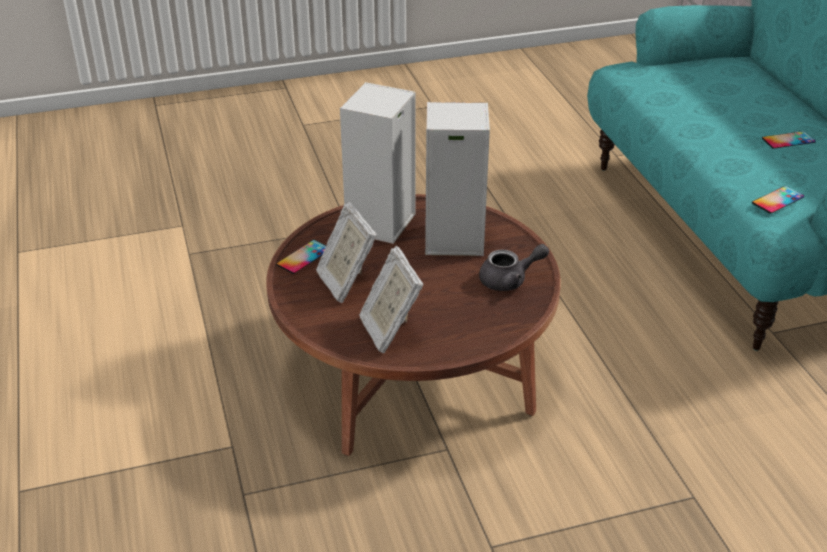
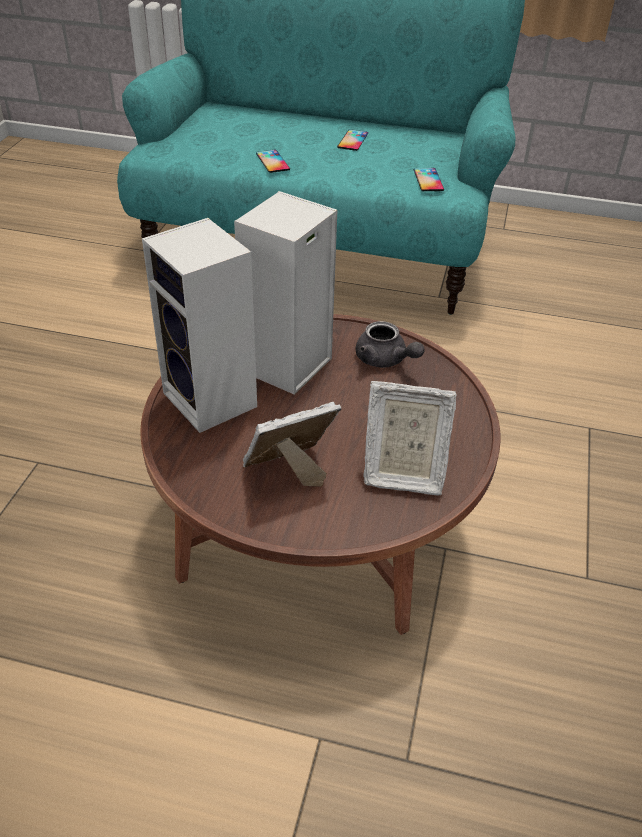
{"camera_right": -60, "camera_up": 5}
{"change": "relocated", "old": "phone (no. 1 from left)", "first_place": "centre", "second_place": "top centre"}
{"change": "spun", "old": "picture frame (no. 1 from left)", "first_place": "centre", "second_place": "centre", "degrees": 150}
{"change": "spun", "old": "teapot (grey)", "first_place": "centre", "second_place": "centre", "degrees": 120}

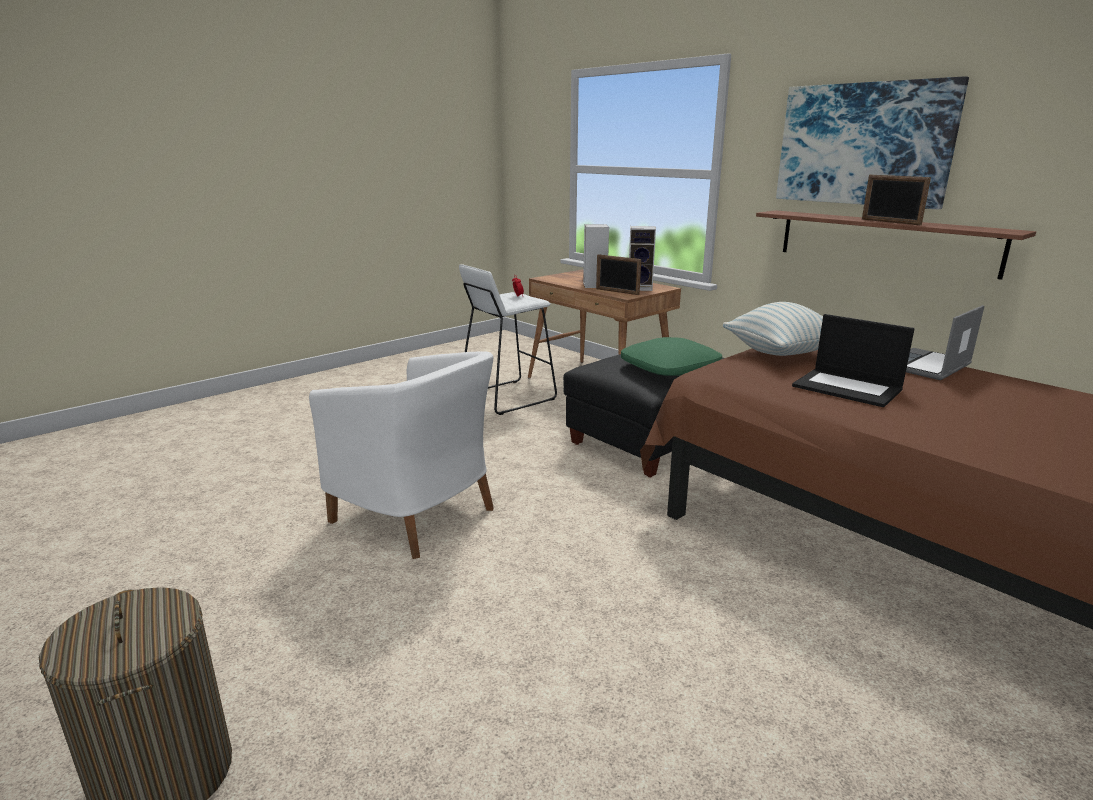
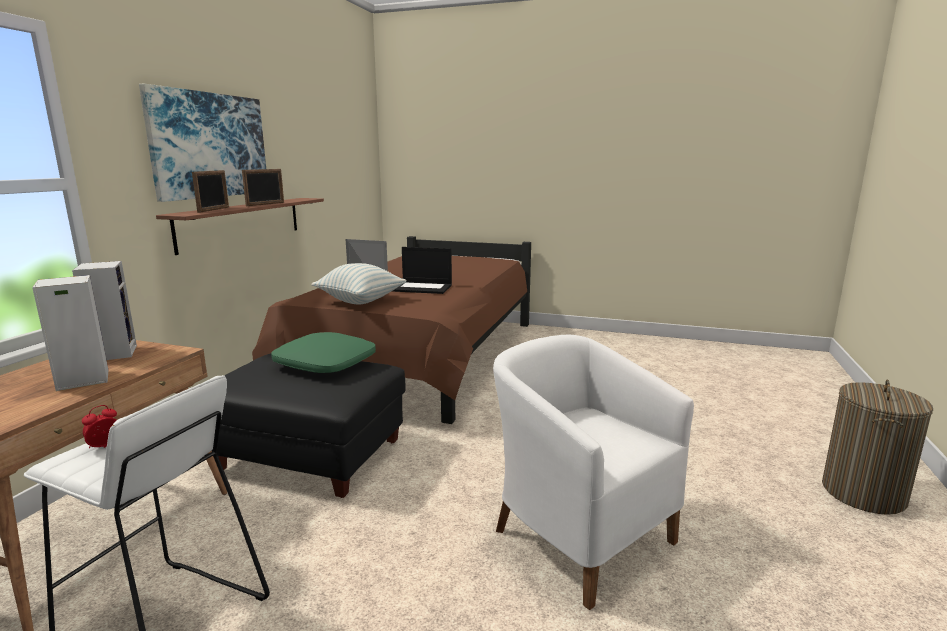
{"camera_right": -120, "camera_up": -5}
{"change": "relocated", "old": "picture frame (no. 1 from left)", "first_place": "centre", "second_place": "top left"}
{"change": "spun", "old": "armchair (white)", "first_place": "centre", "second_place": "bottom centre", "degrees": -45}
{"change": "spun", "old": "laptop (no. 1 from left in the first image)", "first_place": "middle right", "second_place": "centre", "degrees": 90}

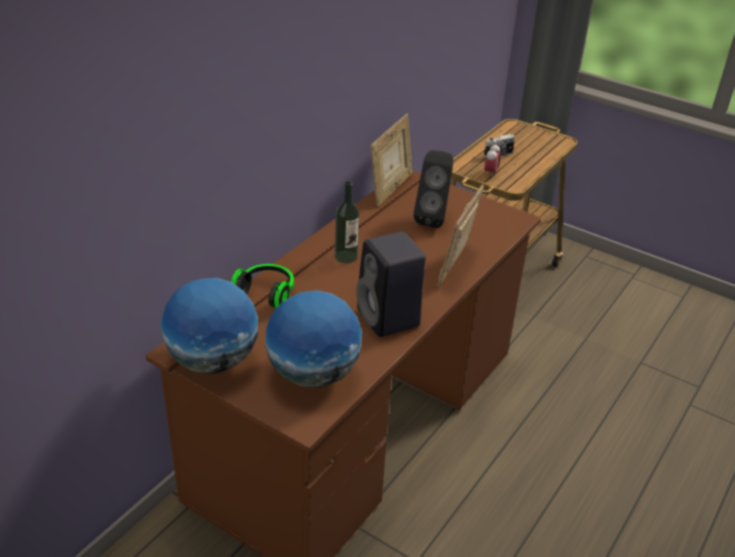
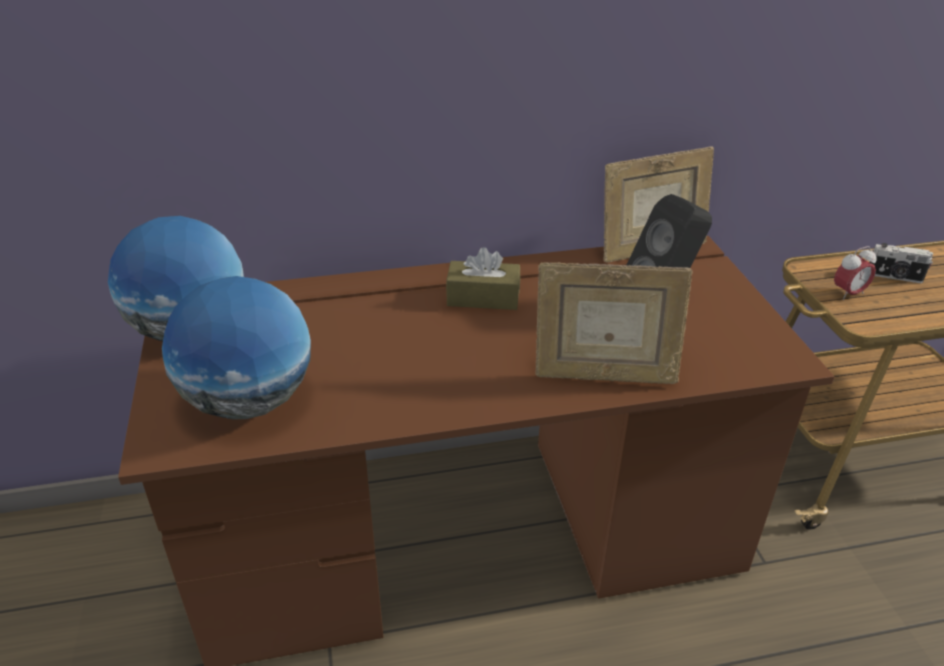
{"camera_right": 45, "camera_up": 0}
{"change": "missing", "old": "headphones", "first_place": "centre"}
{"change": "missing", "old": "speaker (black) (no. 1 from left)", "first_place": "centre"}
{"change": "exchanged", "old": "bottle", "new": "tissue box (brown)", "first_place": "centre", "second_place": "centre"}
{"change": "spun", "old": "picture frame (no. 2 from left in the first image)", "first_place": "centre", "second_place": "centre", "degrees": -150}

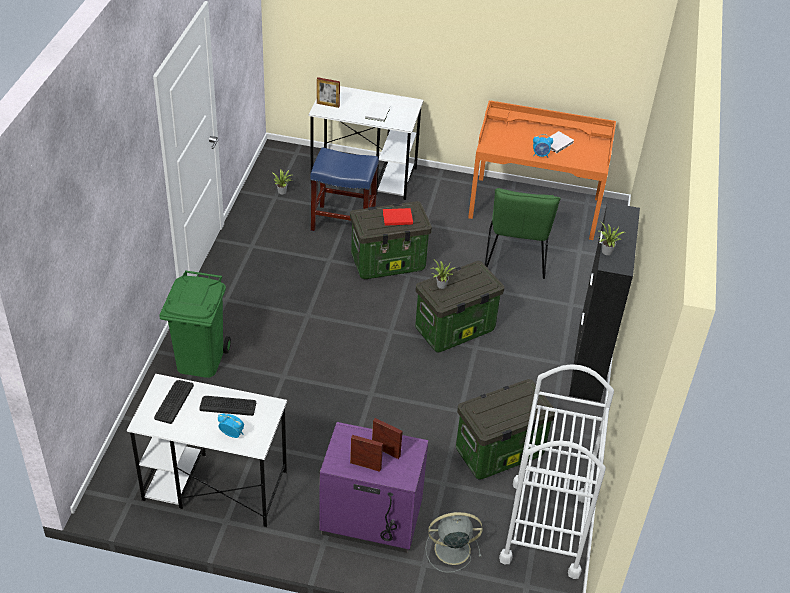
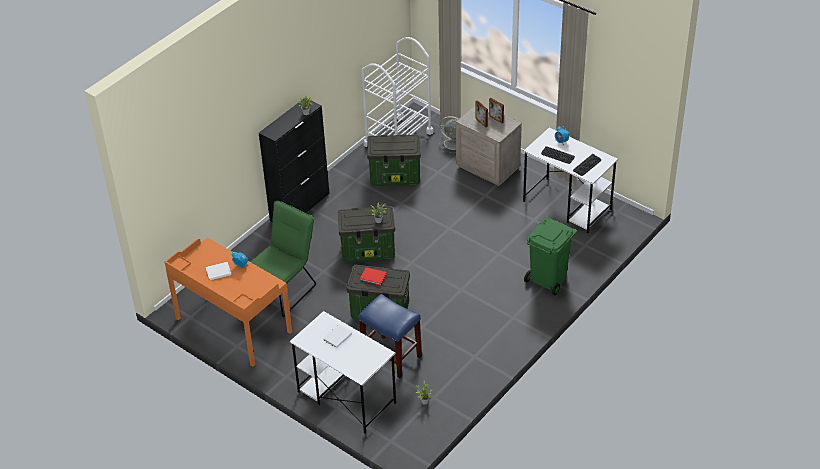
{"camera_right": -150, "camera_up": 0}
{"change": "missing", "old": "picture frame (no. 1 from left)", "first_place": "top centre"}
{"change": "colour", "old": "nightstand (purple)", "new": "nightstand (beige)", "first_place": "bottom centre", "second_place": "top centre"}

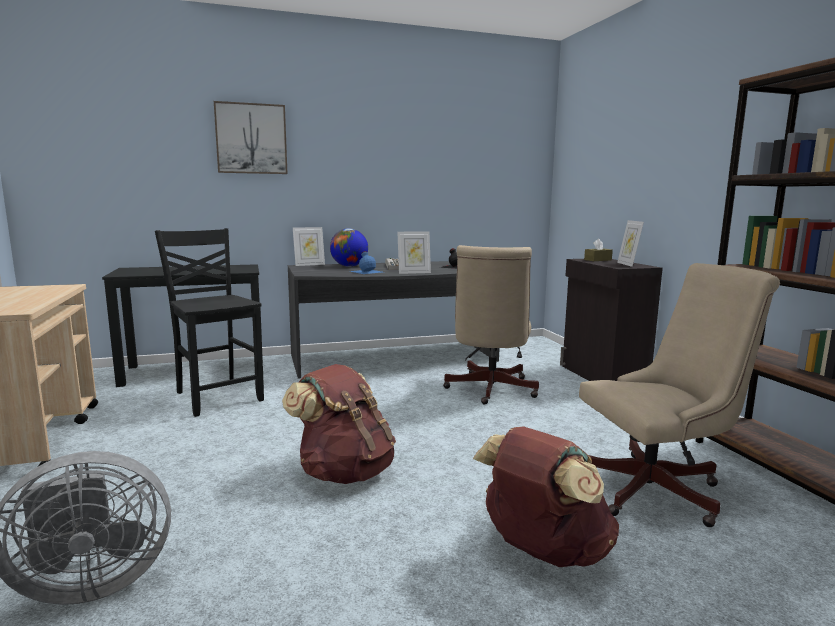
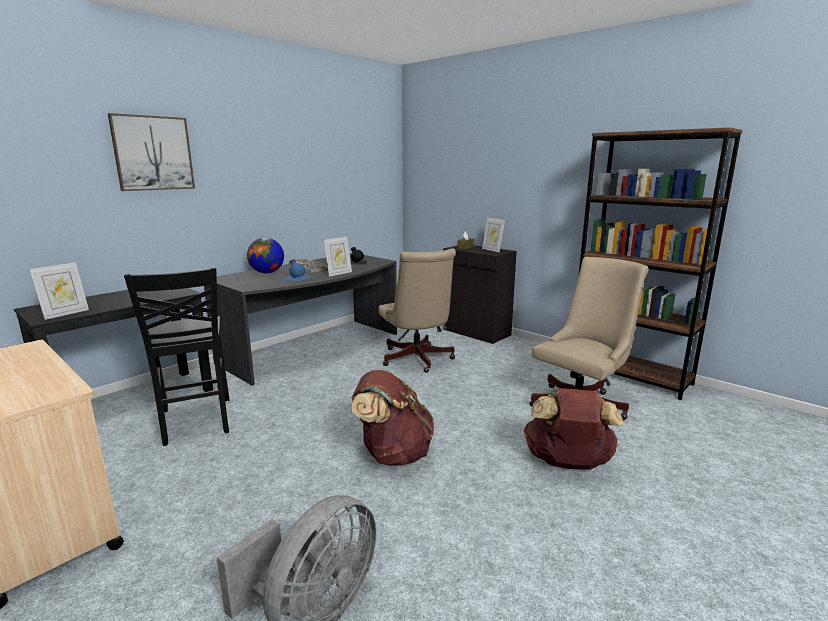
{"camera_right": -30, "camera_up": 5}
{"change": "relocated", "old": "picture frame (no. 1 from left)", "first_place": "centre", "second_place": "middle left"}
{"change": "spun", "old": "chair (black)", "first_place": "middle left", "second_place": "middle left", "degrees": -135}

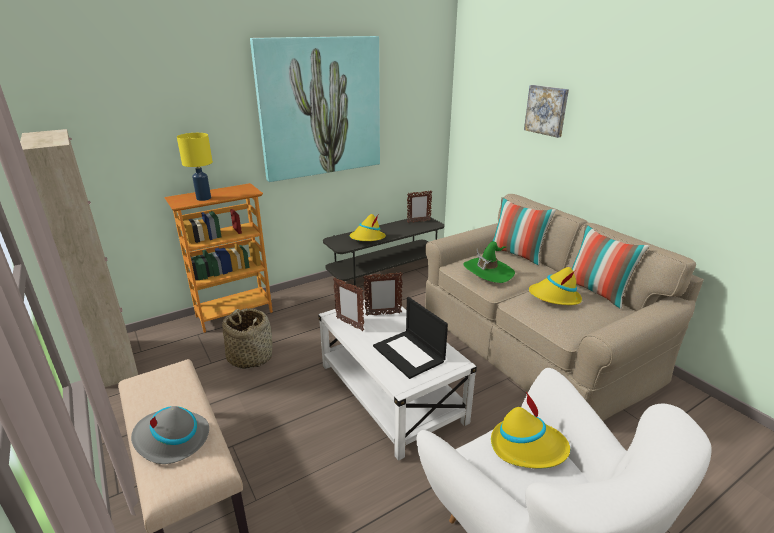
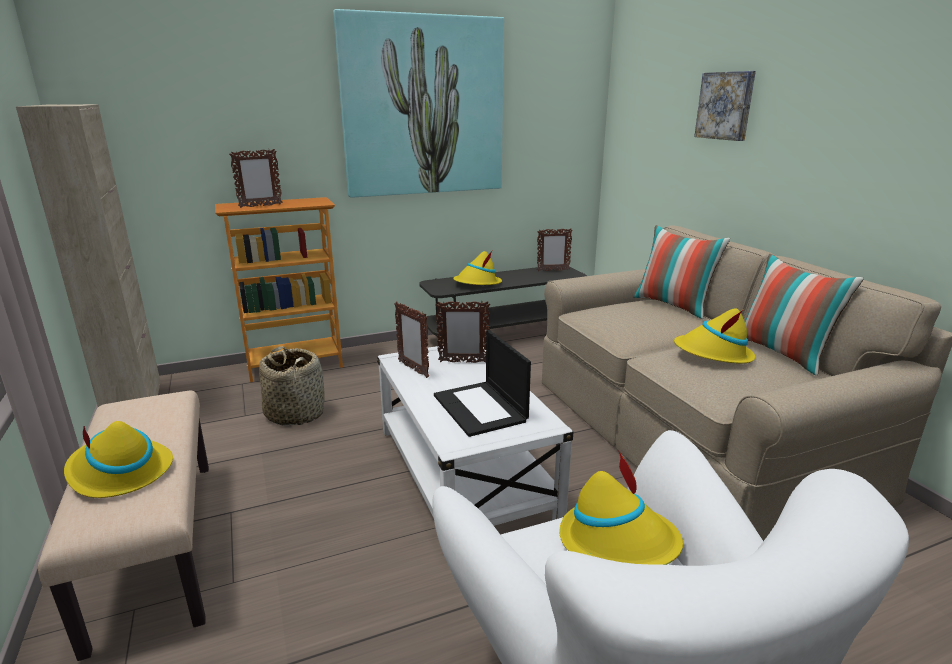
{"camera_right": 10, "camera_up": -5}
{"change": "missing", "old": "hat (green)", "first_place": "centre"}
{"change": "exchanged", "old": "table lamp (yellow)", "new": "picture frame (no. 1 from left)", "first_place": "top left", "second_place": "top left"}
{"change": "colour", "old": "hat (grey)", "new": "hat (yellow) (no. 1 from left)", "first_place": "bottom left", "second_place": "bottom left"}

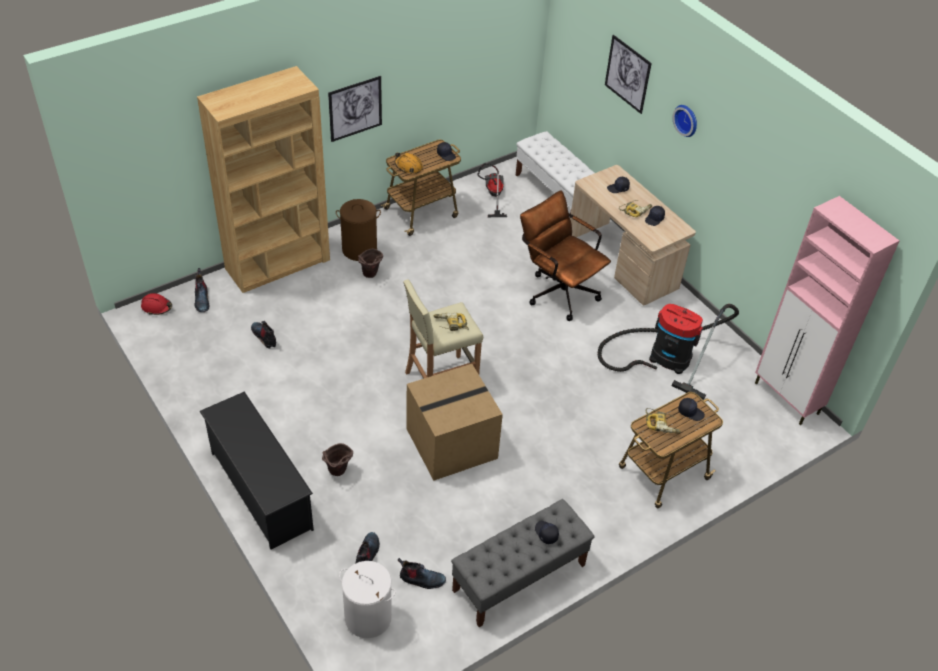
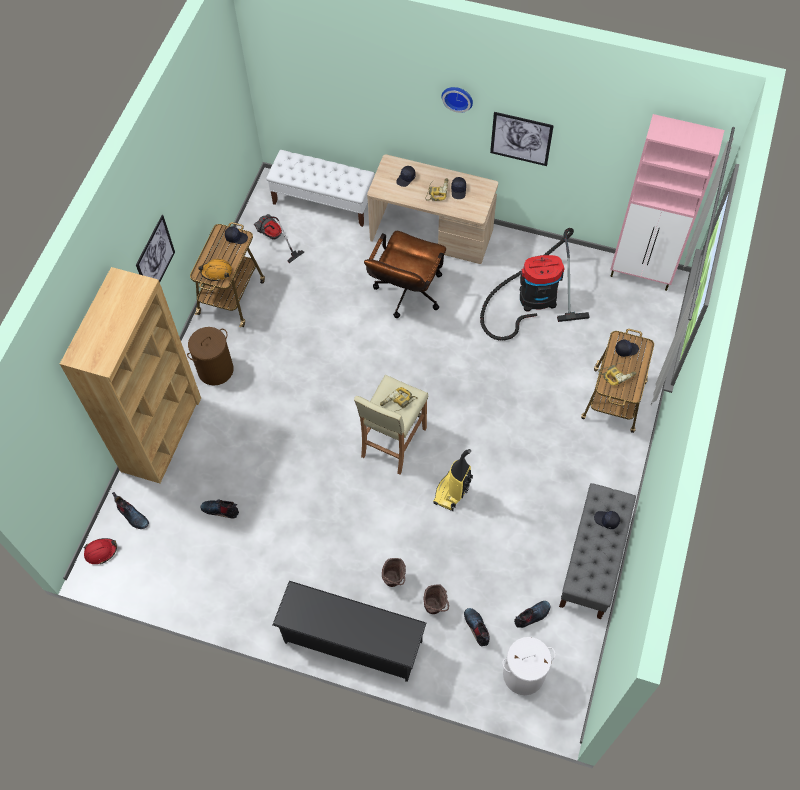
{"camera_right": -35, "camera_up": 15}
{"change": "relocated", "old": "bucket (brown) (no. 2 from left)", "first_place": "centre", "second_place": "bottom centre"}
{"change": "relocated", "old": "picture (no. 2 from left)", "first_place": "top right", "second_place": "top centre"}
{"change": "exchanged", "old": "cardboard box", "new": "vacuum cleaner (no. 2 from left)", "first_place": "centre", "second_place": "centre"}
{"change": "spun", "old": "office chair (brown)", "first_place": "centre", "second_place": "centre", "degrees": -75}

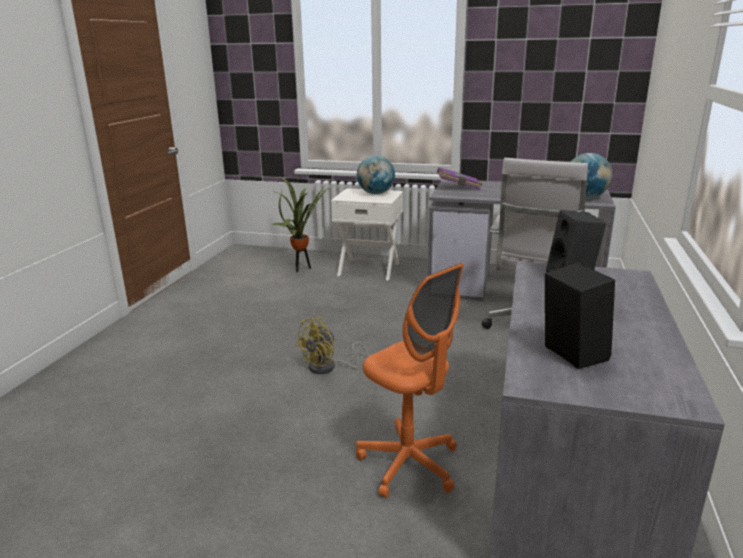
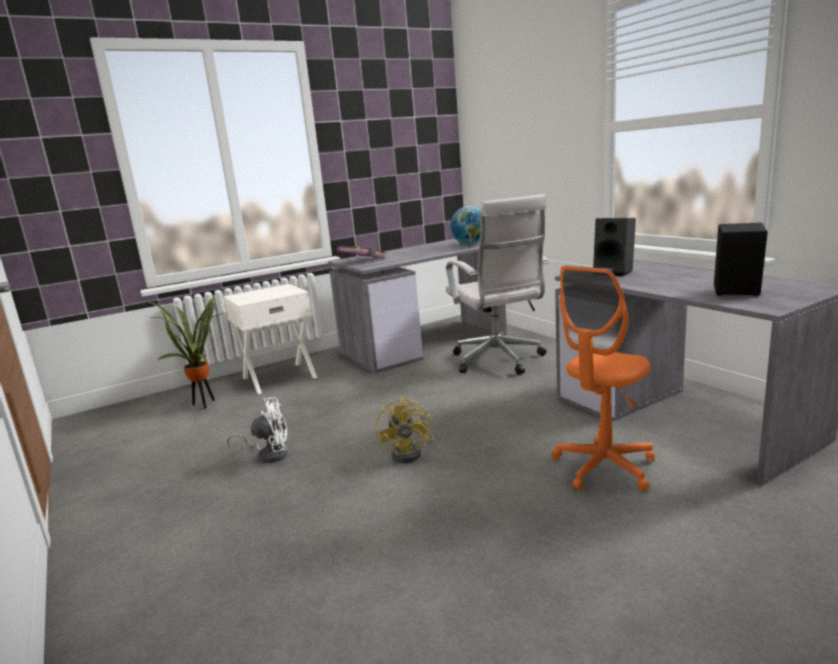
{"camera_right": -45, "camera_up": -5}
{"change": "missing", "old": "globe (no. 1 from left)", "first_place": "top centre"}
{"change": "appeared", "new": "fan (white)", "second_place": "middle left"}
{"change": "spun", "old": "office chair (orange)", "first_place": "bottom centre", "second_place": "middle right", "degrees": 135}

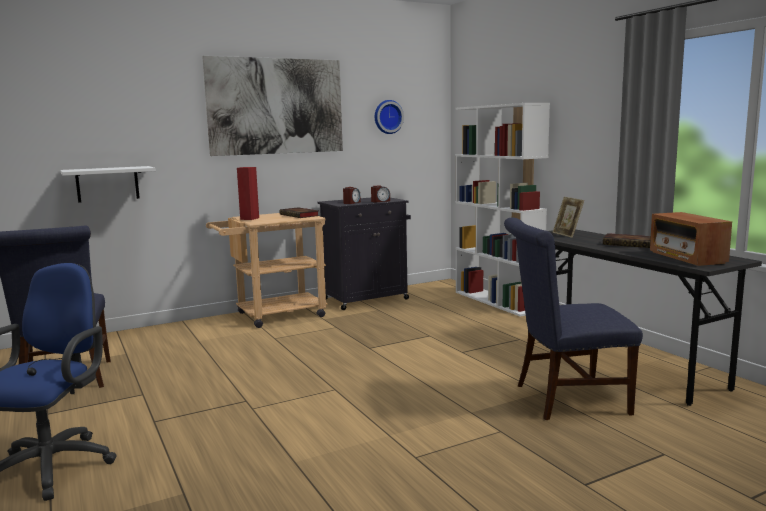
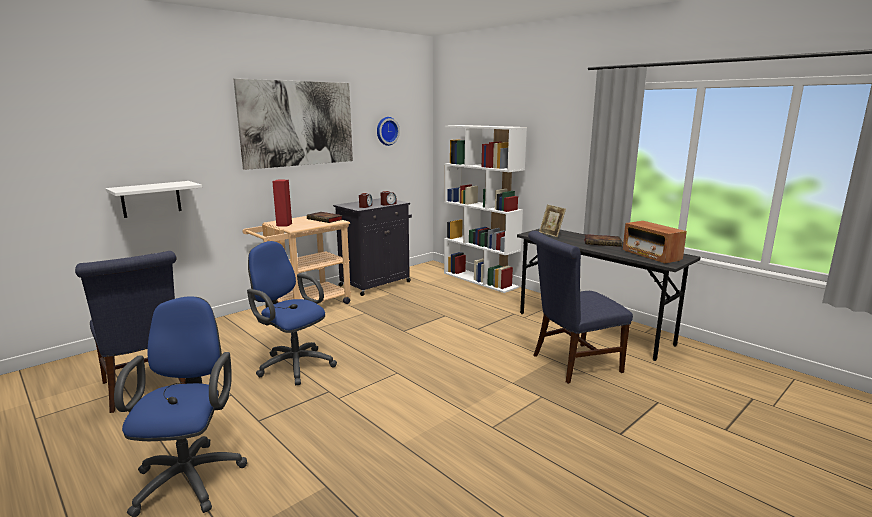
{"camera_right": -15, "camera_up": 5}
{"change": "appeared", "new": "office chair (blue) (no. 2 from left)", "second_place": "centre"}

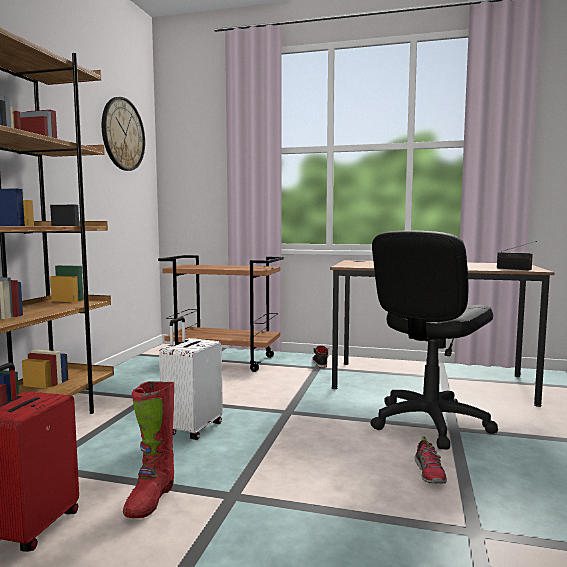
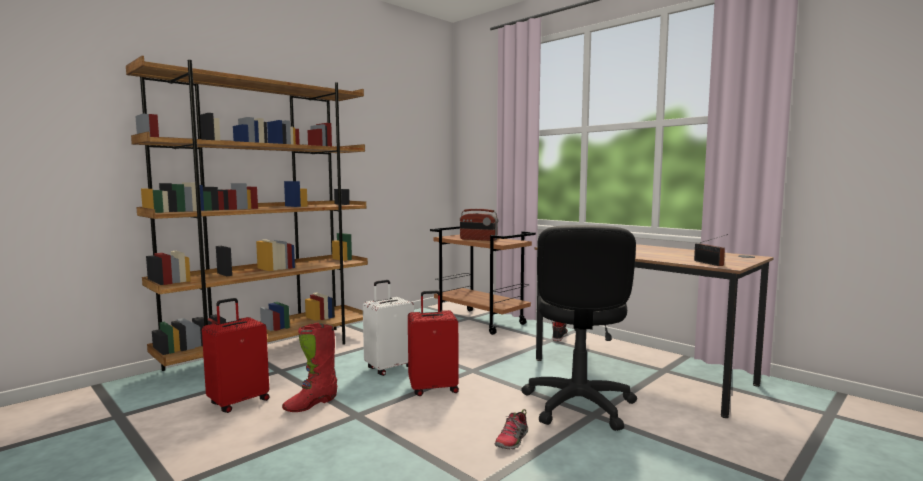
{"camera_right": 30, "camera_up": 0}
{"change": "missing", "old": "wall clock", "first_place": "top left"}
{"change": "appeared", "new": "suitcase (red) (no. 2 from left)", "second_place": "bottom centre"}
{"change": "appeared", "new": "radio (no. 1 from left)", "second_place": "centre"}
{"change": "spun", "old": "office chair (black)", "first_place": "middle right", "second_place": "bottom centre", "degrees": -60}

